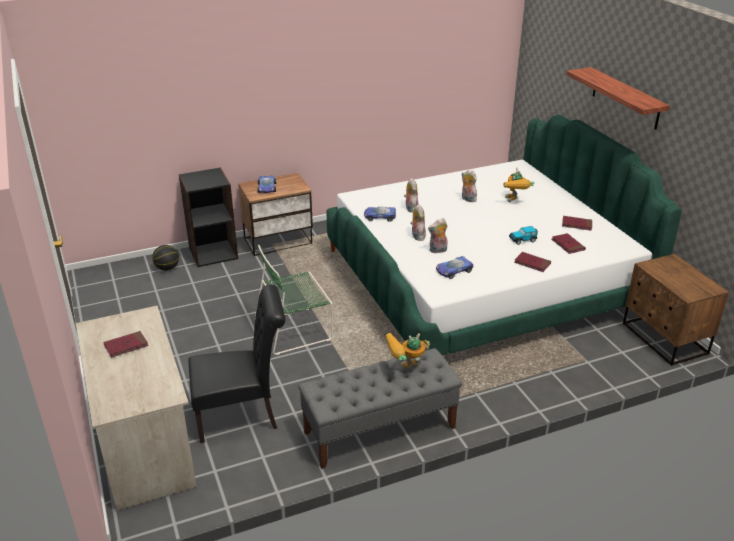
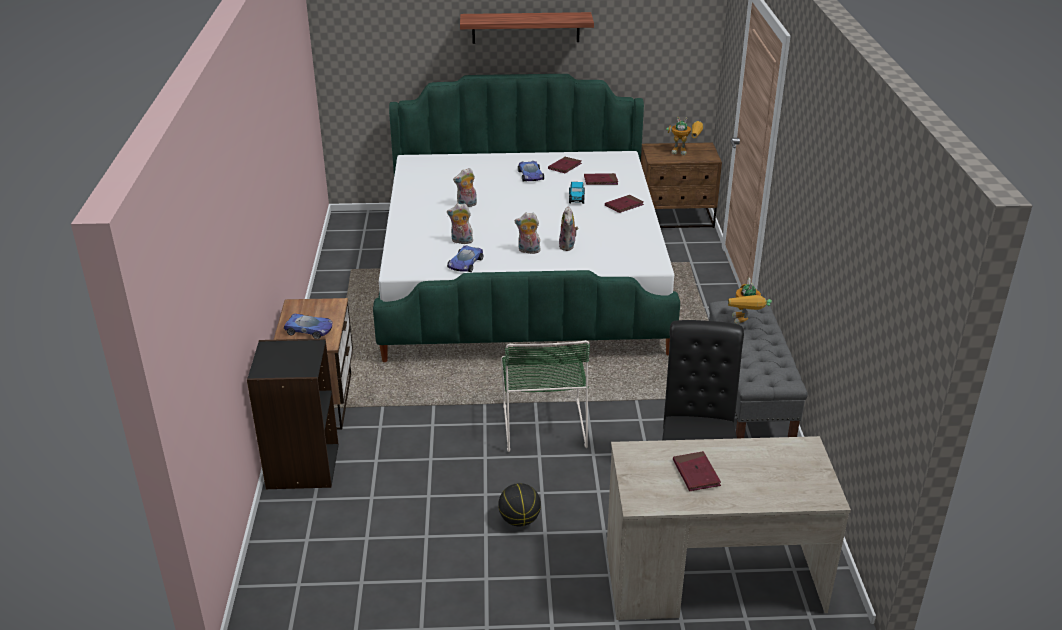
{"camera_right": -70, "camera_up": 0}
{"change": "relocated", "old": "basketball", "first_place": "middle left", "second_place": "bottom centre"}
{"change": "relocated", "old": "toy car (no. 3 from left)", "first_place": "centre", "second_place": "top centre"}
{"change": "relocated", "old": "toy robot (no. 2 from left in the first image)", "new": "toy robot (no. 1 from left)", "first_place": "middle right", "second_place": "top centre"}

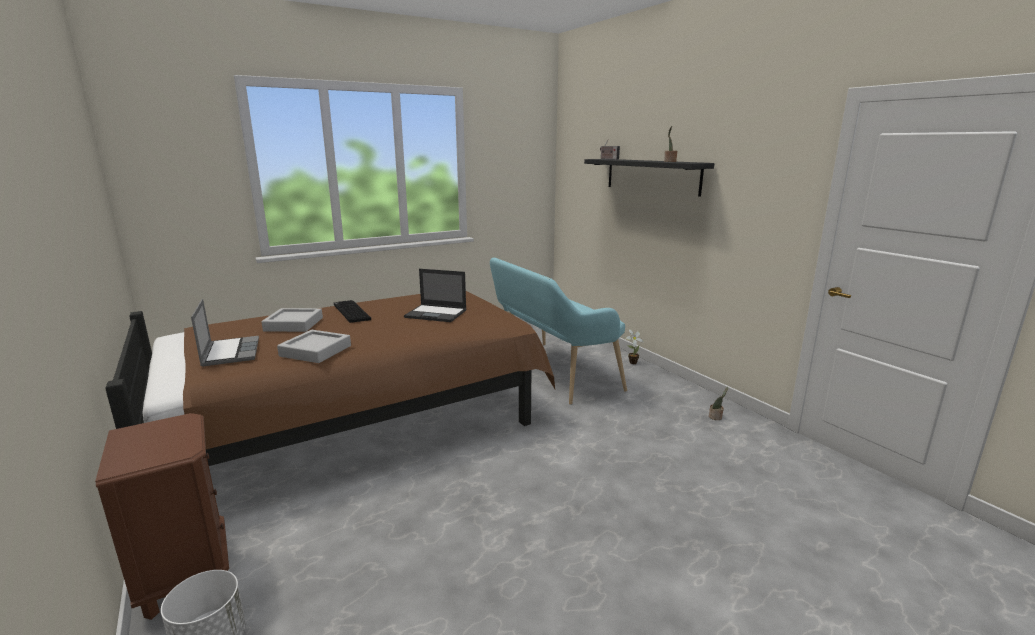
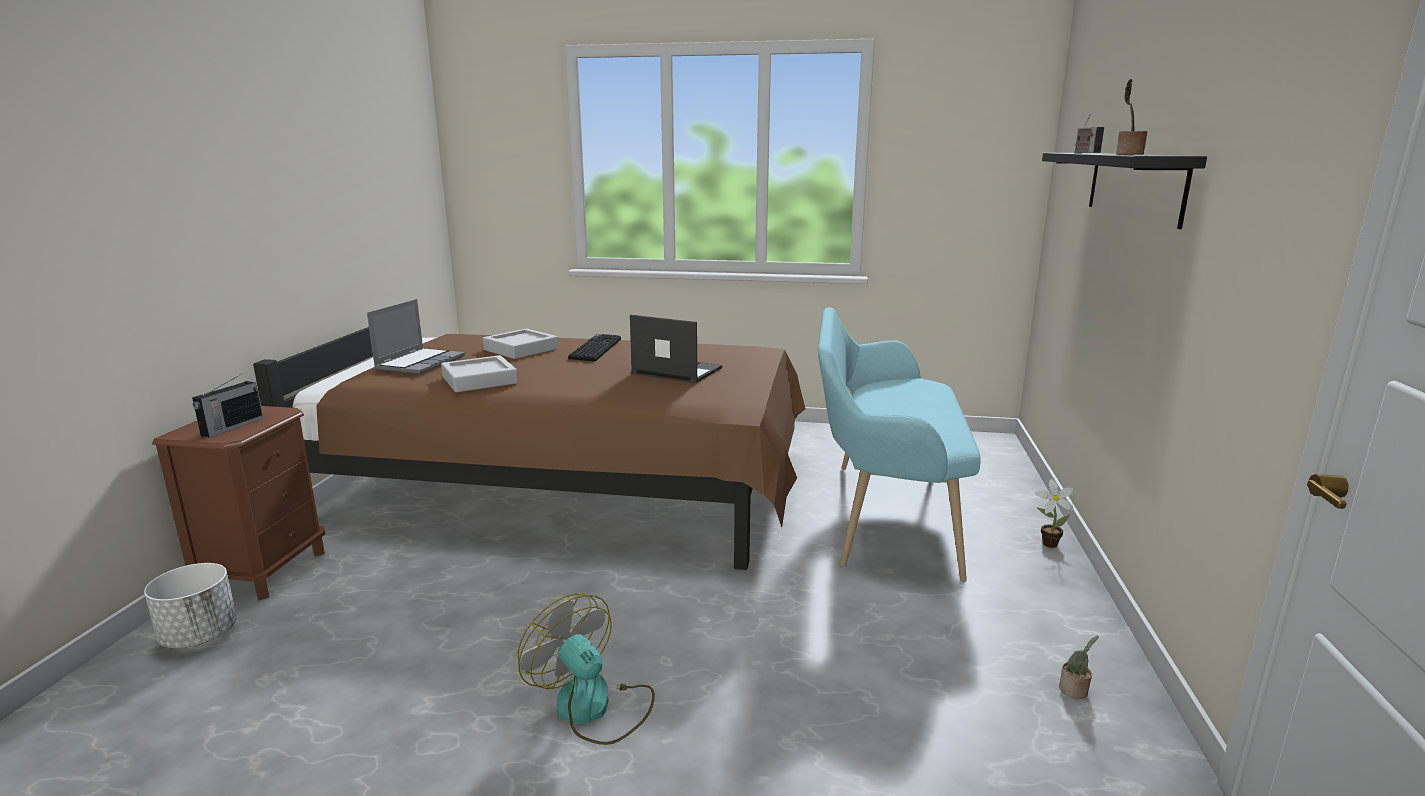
{"camera_right": 40, "camera_up": 0}
{"change": "appeared", "new": "radio (no. 1 from left)", "second_place": "middle left"}
{"change": "appeared", "new": "fan", "second_place": "bottom centre"}
{"change": "spun", "old": "laptop (no. 2 from left)", "first_place": "centre", "second_place": "centre", "degrees": 150}

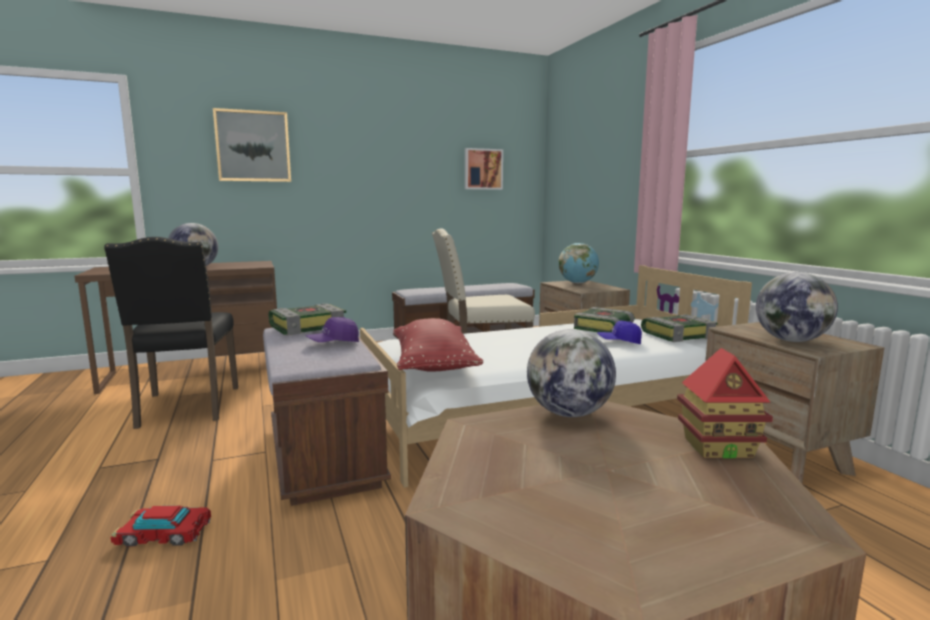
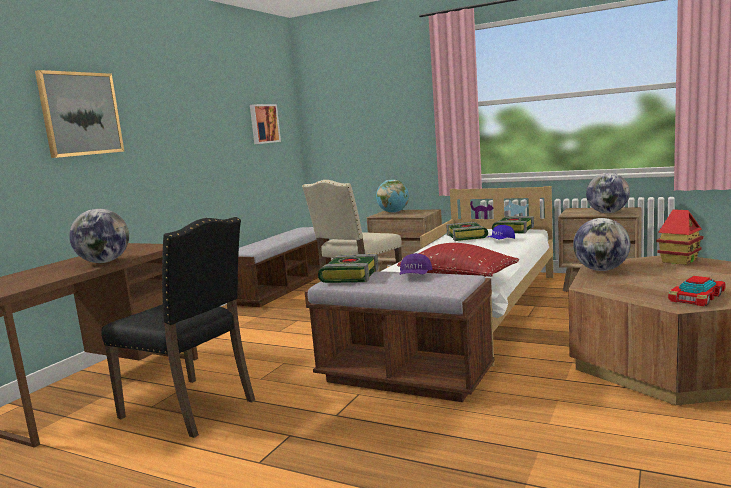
{"camera_right": -40, "camera_up": 0}
{"change": "relocated", "old": "toy car", "first_place": "bottom left", "second_place": "middle right"}

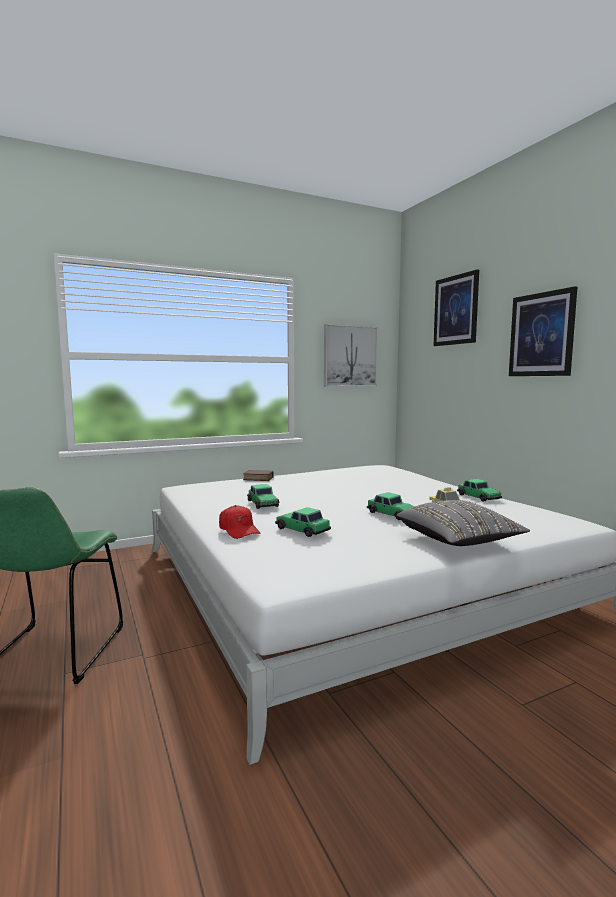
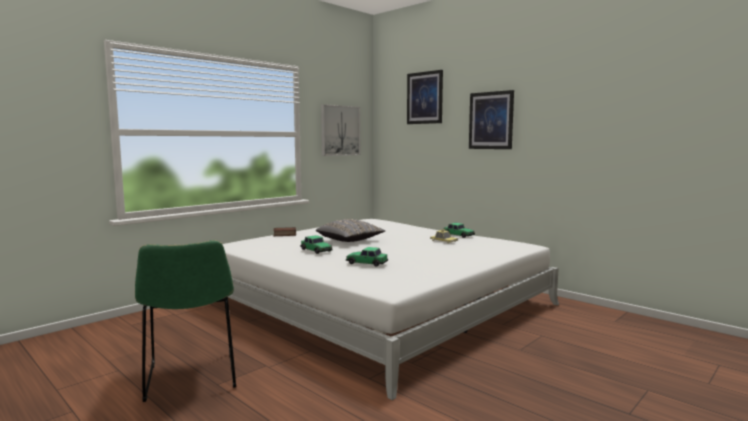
{"camera_right": -20, "camera_up": 0}
{"change": "missing", "old": "cap (red)", "first_place": "centre"}
{"change": "missing", "old": "toy car (no. 3 from left)", "first_place": "centre"}
{"change": "relocated", "old": "pillow (grey)", "first_place": "middle right", "second_place": "centre"}

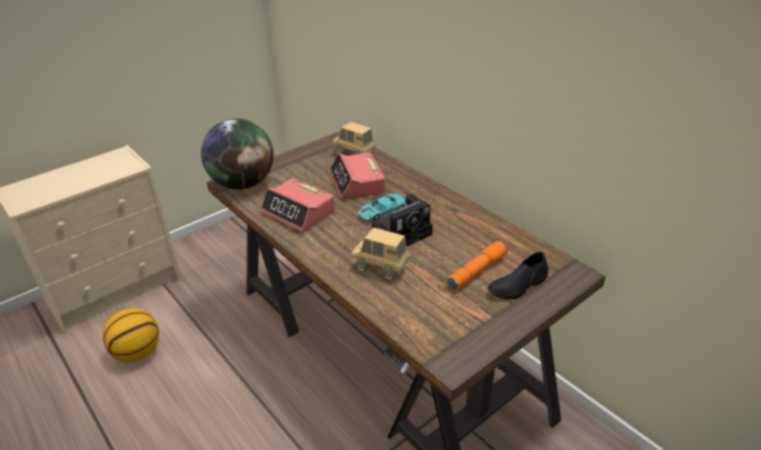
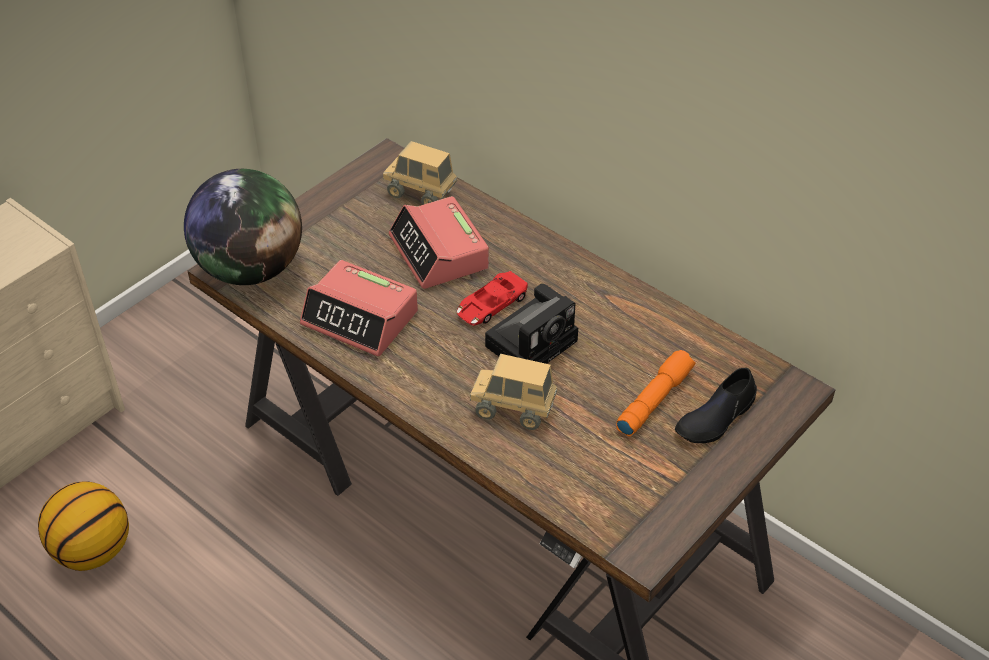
{"camera_right": -10, "camera_up": 10}
{"change": "colour", "old": "toy car (turquoise)", "new": "toy car (red)", "first_place": "centre", "second_place": "centre"}

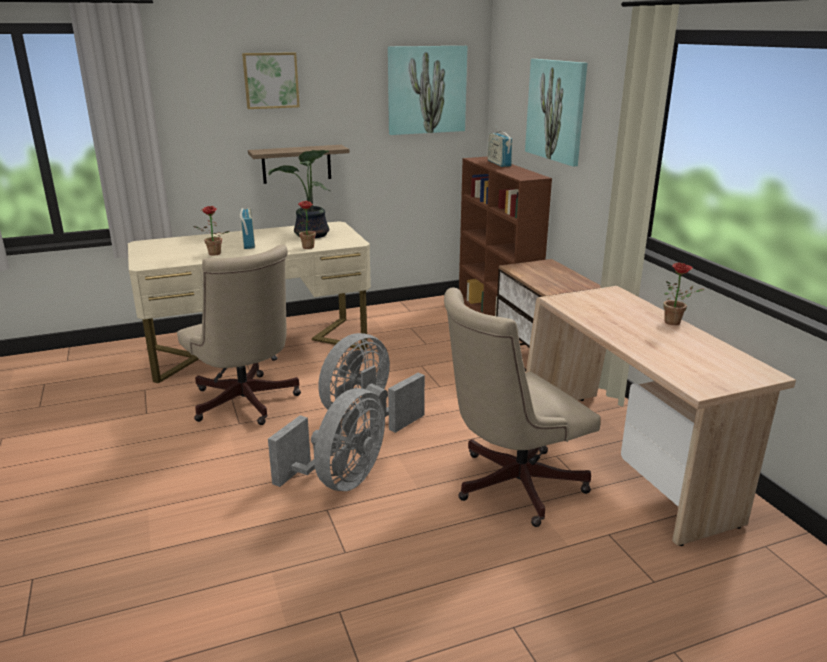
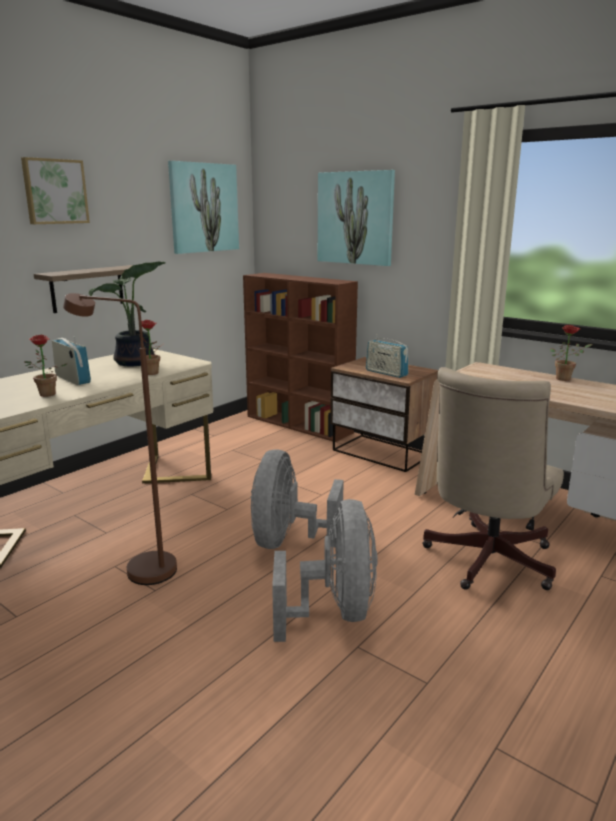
{"camera_right": -30, "camera_up": -5}
{"change": "relocated", "old": "radio (no. 2 from left)", "first_place": "top centre", "second_place": "centre"}
{"change": "exchanged", "old": "office chair (beige) (no. 1 from left)", "new": "floor lamp (brown)", "first_place": "middle left", "second_place": "middle left"}

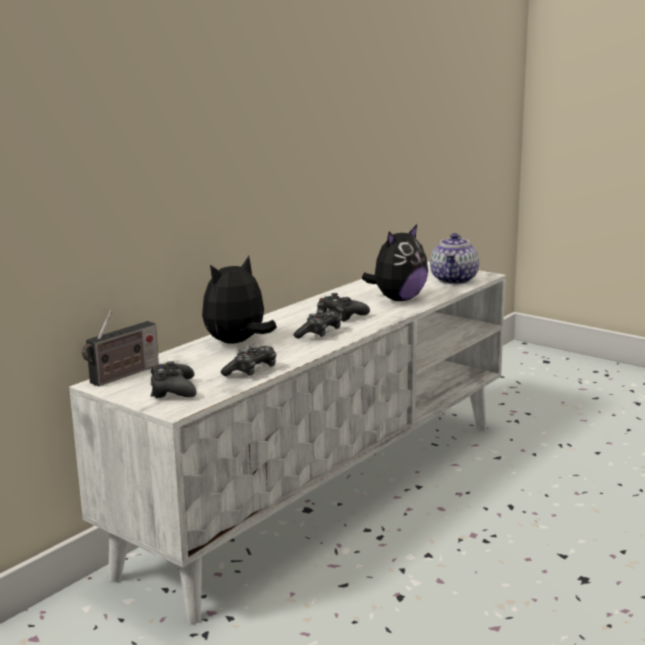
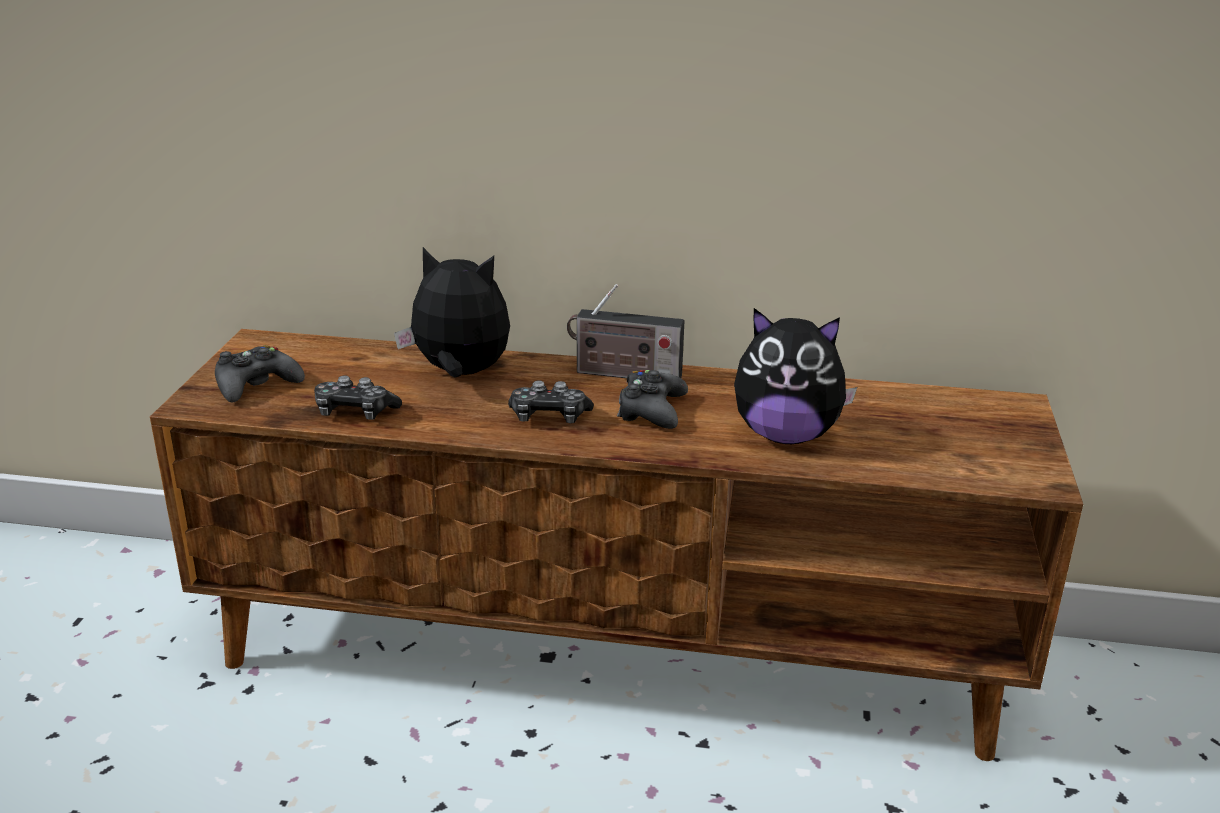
{"camera_right": 60, "camera_up": 10}
{"change": "missing", "old": "teapot", "first_place": "middle right"}
{"change": "relocated", "old": "radio", "first_place": "middle left", "second_place": "centre"}
{"change": "colour", "old": "tv stand (white)", "new": "tv stand (brown)", "first_place": "bottom centre", "second_place": "bottom centre"}

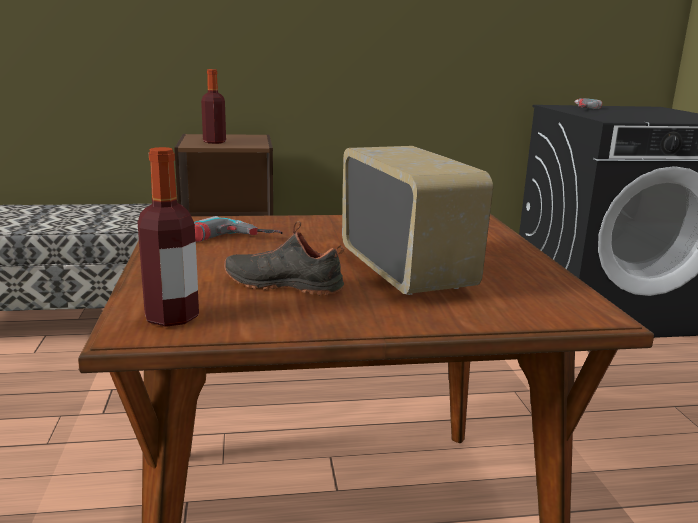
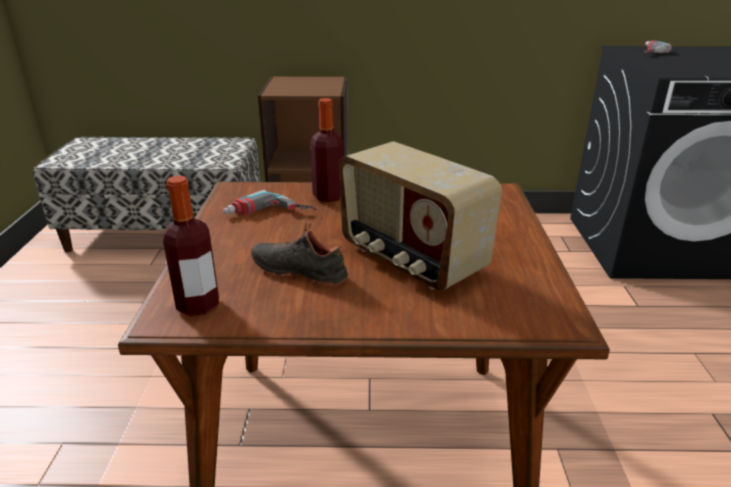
{"camera_right": 10, "camera_up": 10}
{"change": "relocated", "old": "bottle (no. 2 from left)", "first_place": "top left", "second_place": "top centre"}
{"change": "spun", "old": "radio", "first_place": "centre", "second_place": "centre", "degrees": 150}

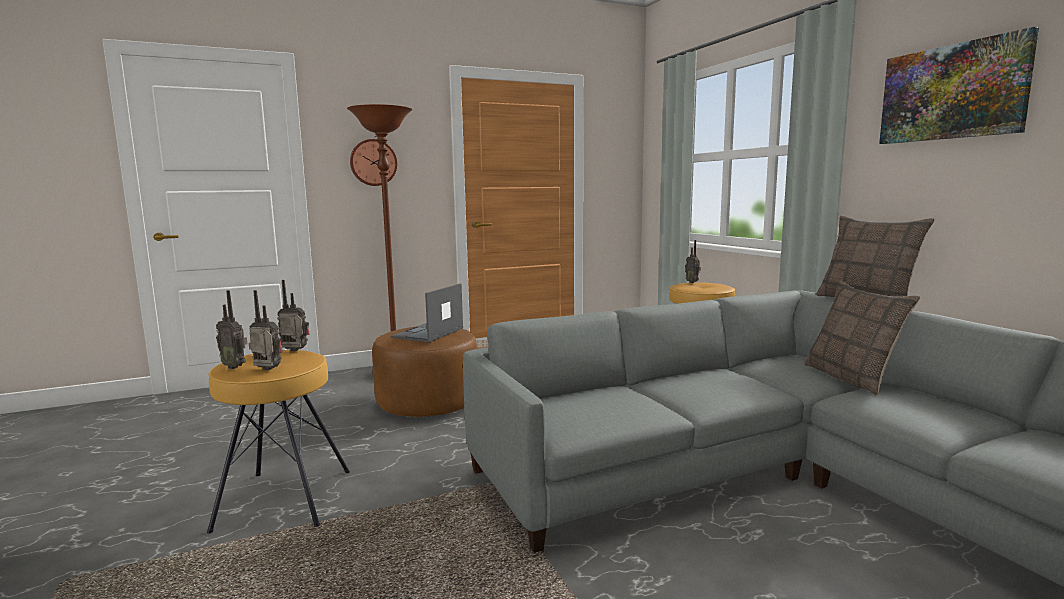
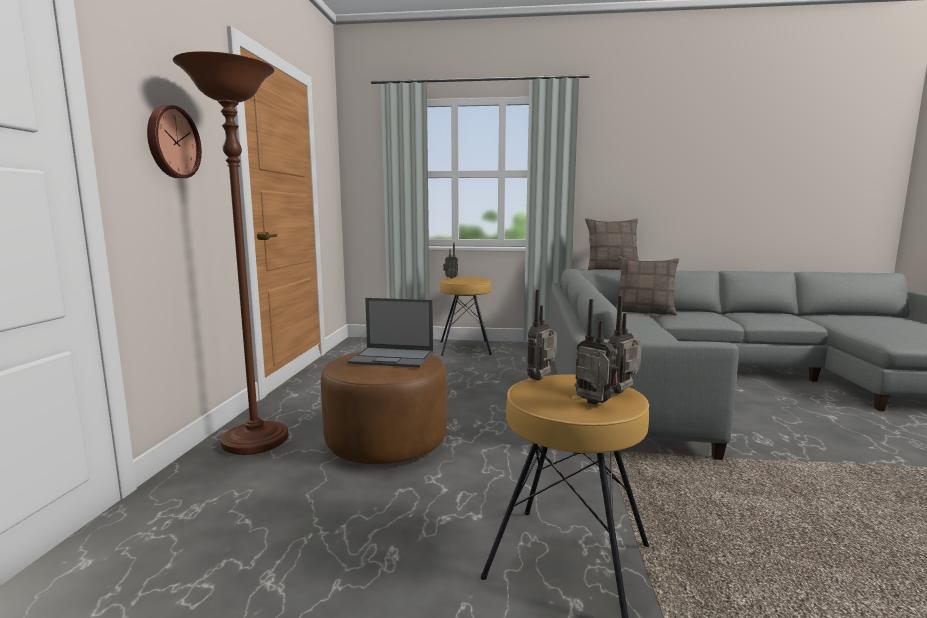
{"camera_right": -60, "camera_up": 0}
{"change": "missing", "old": "picture", "first_place": "top right"}
{"change": "spun", "old": "radio (no. 1 from left in the first image)", "first_place": "middle left", "second_place": "centre", "degrees": -105}
{"change": "spun", "old": "laptop", "first_place": "centre", "second_place": "centre", "degrees": -45}

